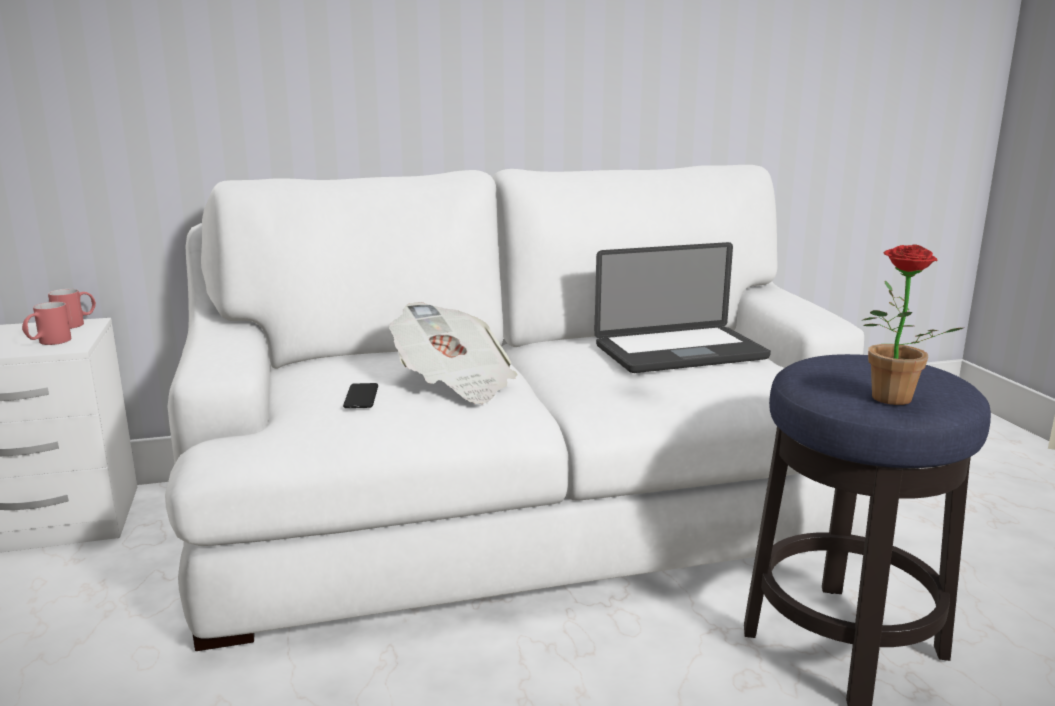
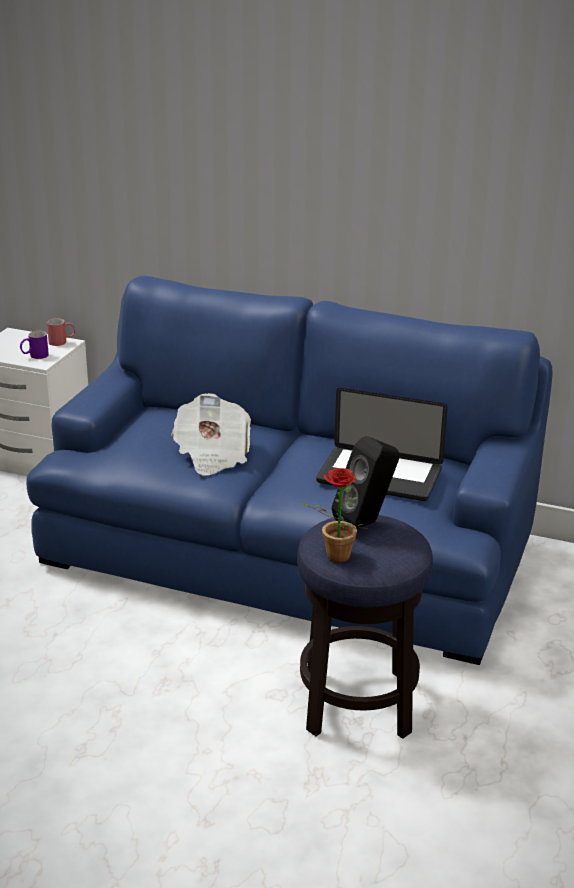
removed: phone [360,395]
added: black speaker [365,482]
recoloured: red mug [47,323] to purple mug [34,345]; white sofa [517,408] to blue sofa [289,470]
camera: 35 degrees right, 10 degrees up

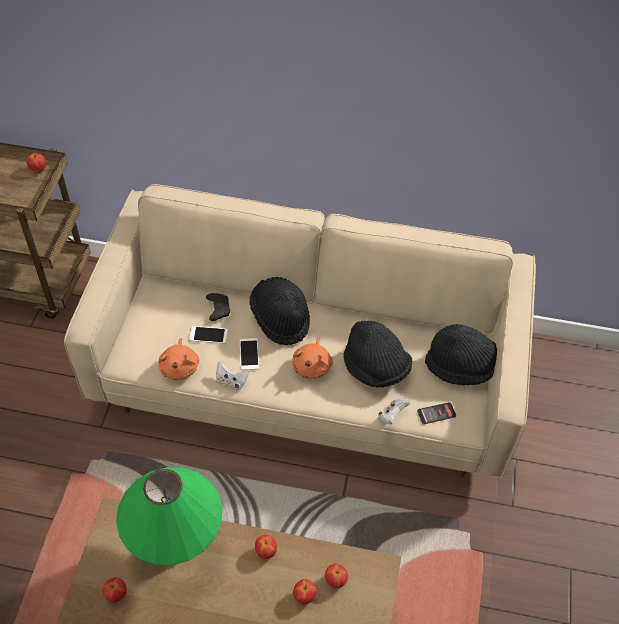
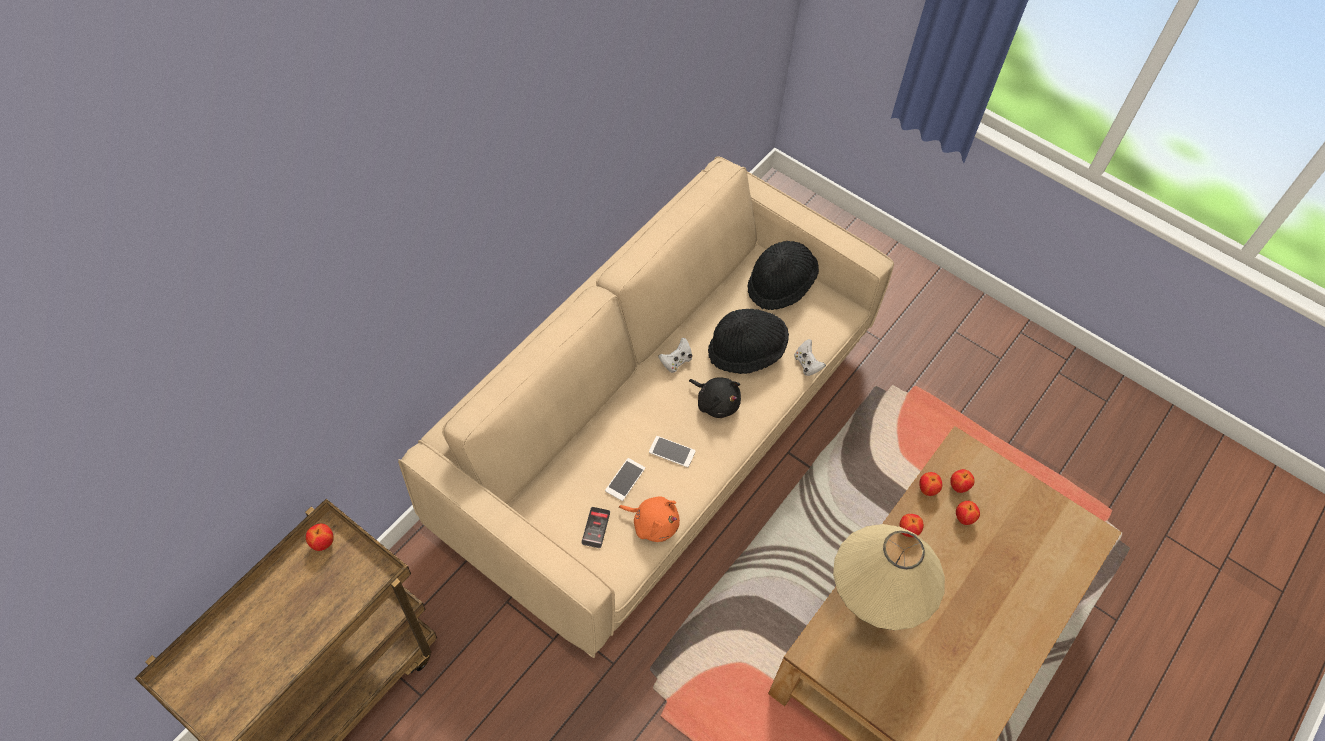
removed: black game controller [218,307]; black hat [279,311]
moved: apple [114,590] to [930,484]; white game controller [232,375] to [675,355]; phone [436,413] to [595,527]
recoloured: green table lamp [169,516] to beige table lamp [889,577]; orange plush toy [312,358] to black plush toy [715,397]
camera: 65 degrees left, 5 degrees up

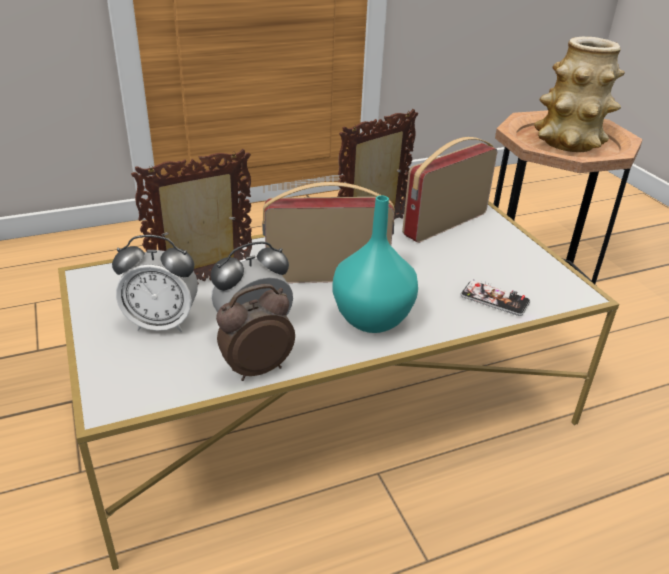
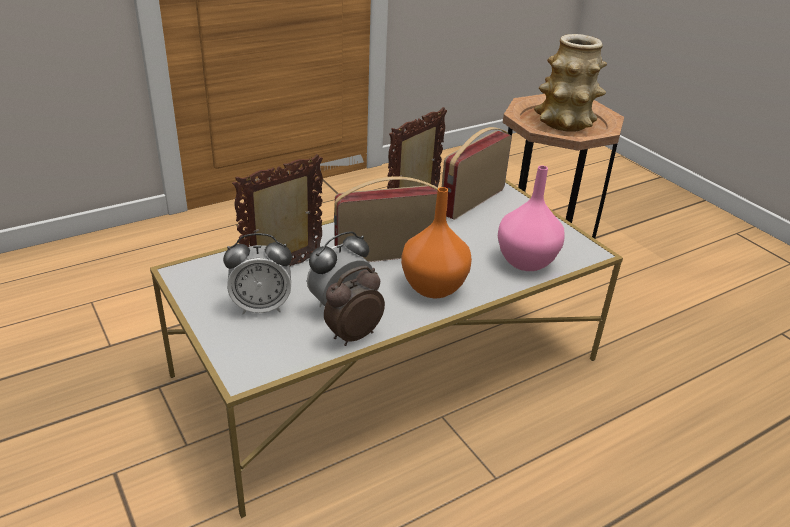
replaced: phone [495,297] to pink vase [531,218]
recoloured: turquoise vase [375,264] to orange vase [436,242]
camera: 10 degrees left, 0 degrees up

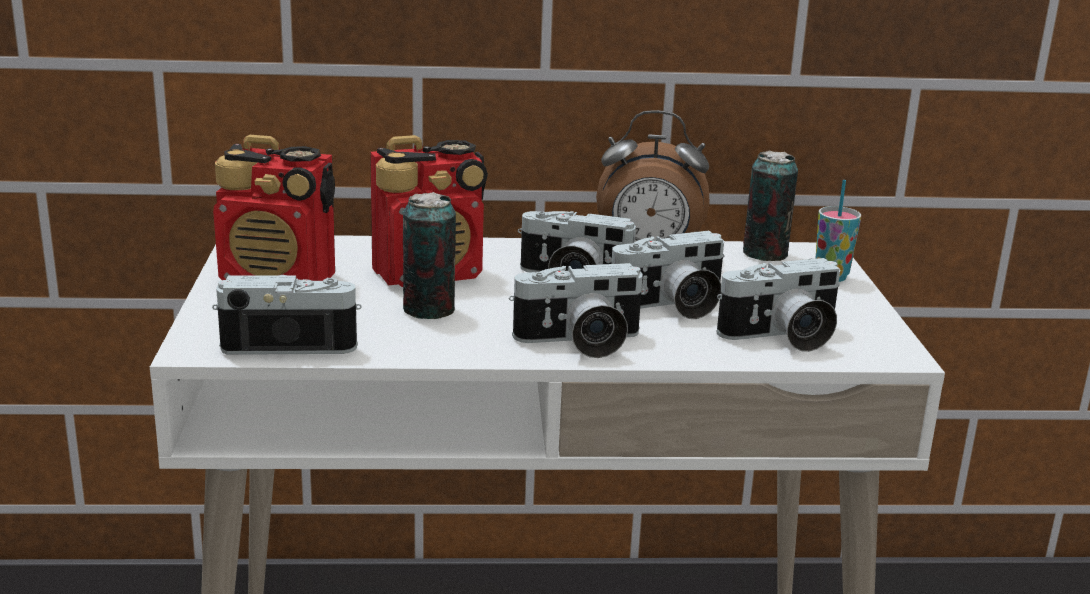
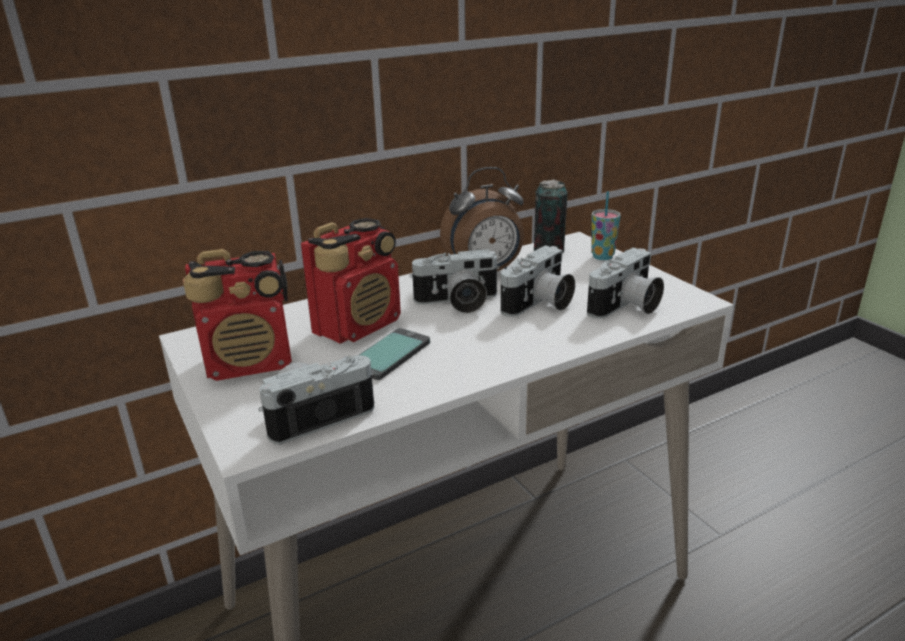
removed: photo camera [577,310]
replaced: can [429,255] to phone [394,354]
camera: 25 degrees left, 5 degrees up

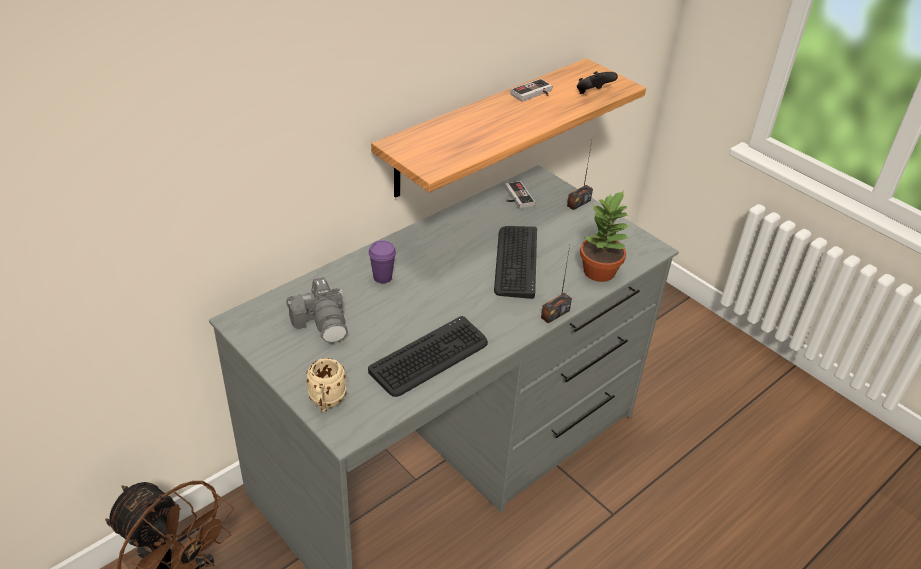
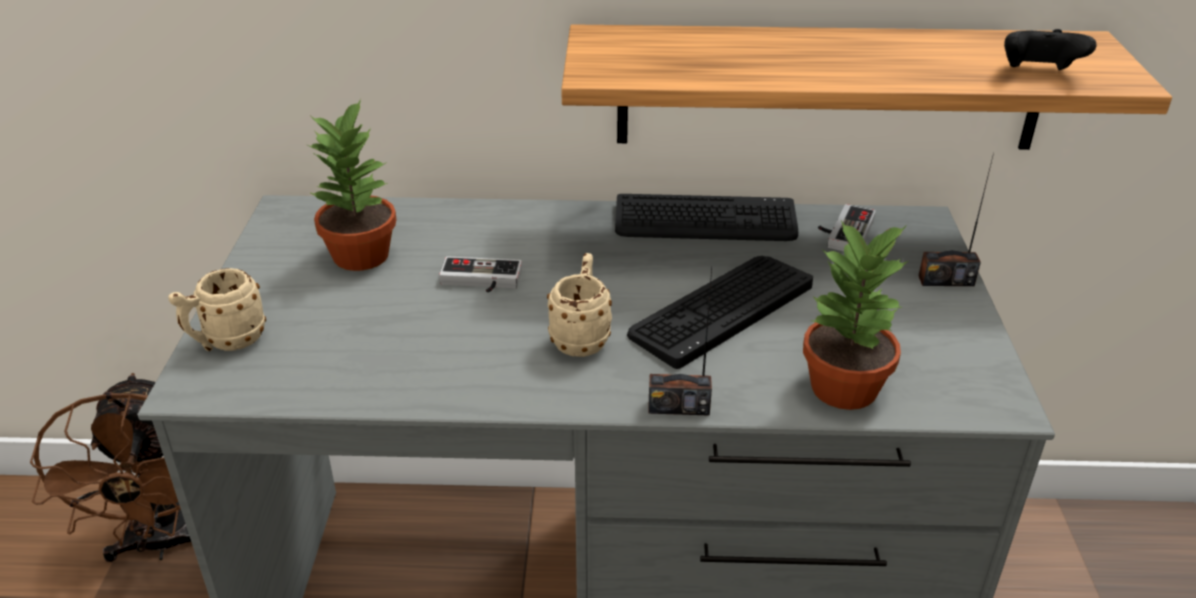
removed: purple cup [382,261]
added: beige mug [579,305]
moved: keyboard [428,356] to [706,217]; game controller [531,90] to [480,274]
replaced: photo camera [317,310] to potted plant [352,185]
camera: 45 degrees right, 5 degrees down

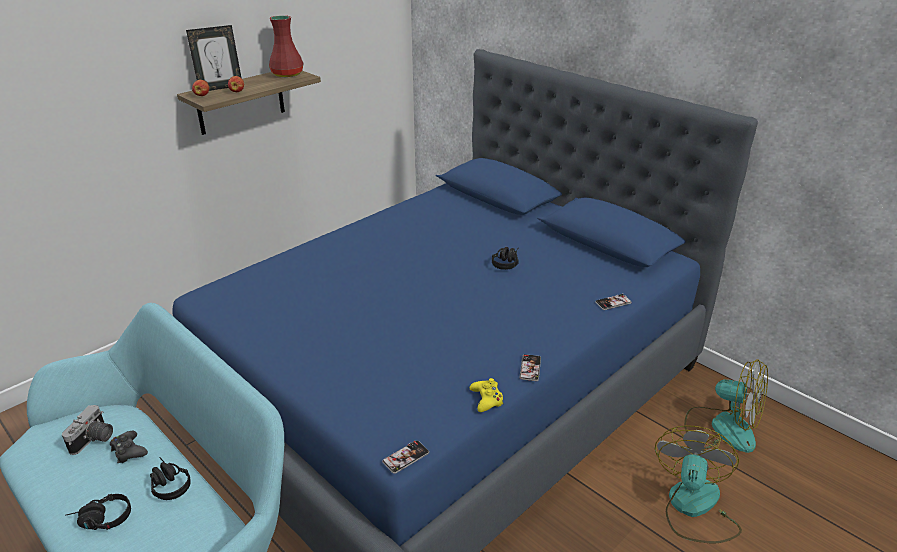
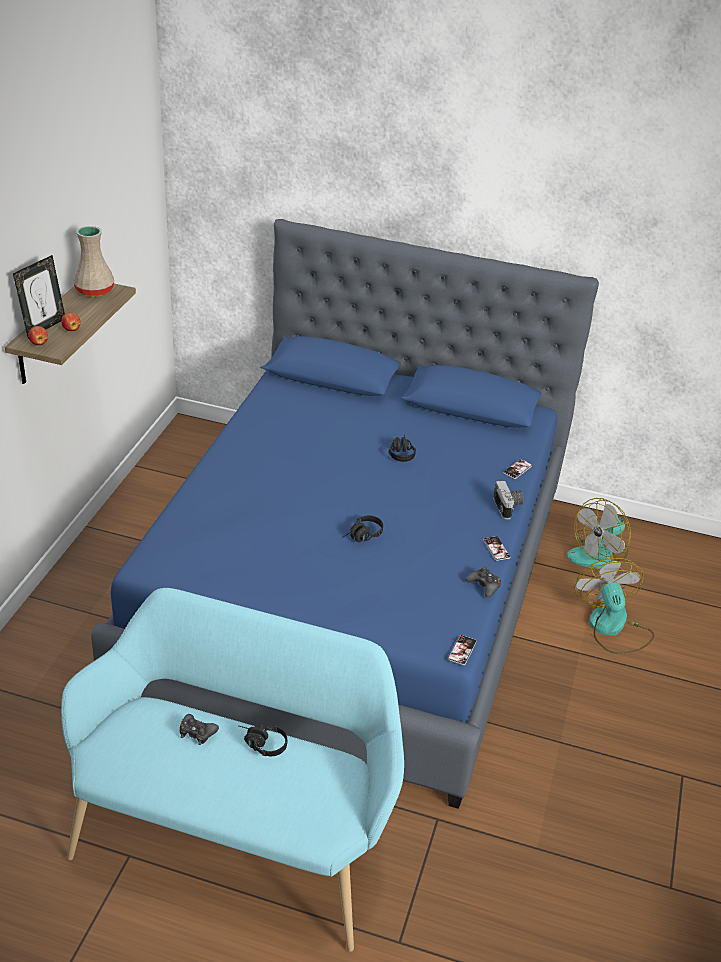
moved: photo camera [87,430] to [508,500]; black headphones [98,512] to [362,529]
recoloured: red vase [286,46] to beige vase [94,261]; yellow game controller [486,395] to black game controller [483,582]
turned: fan [726,406] = [599,533] 135 degrees clockwise
camera: 30 degrees left, 5 degrees up

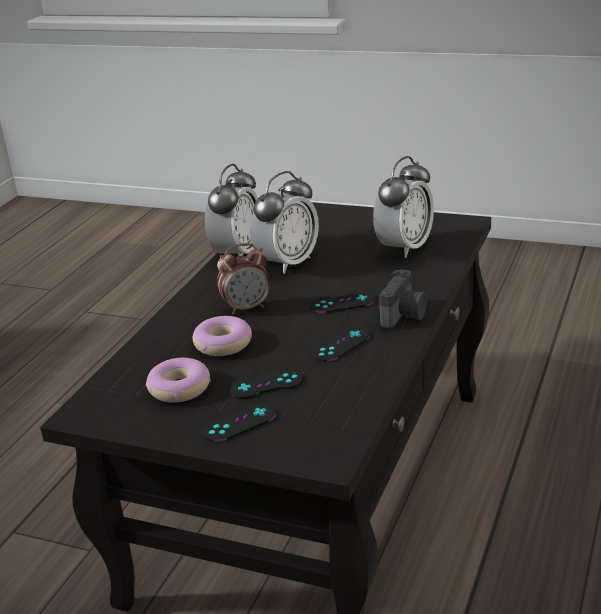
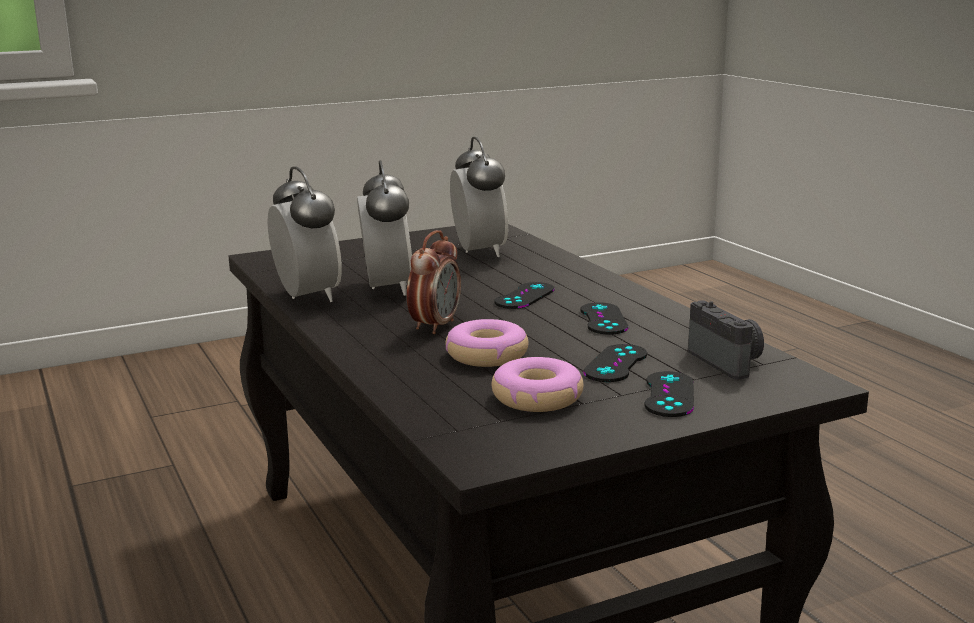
moved: photo camera [403,299] to [726,339]
camera: 50 degrees left, 10 degrees down

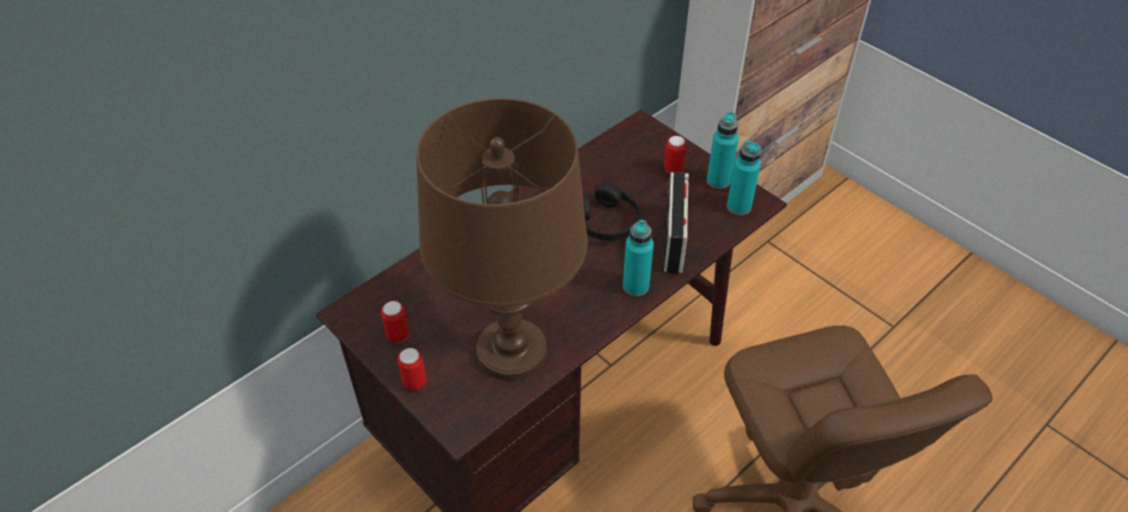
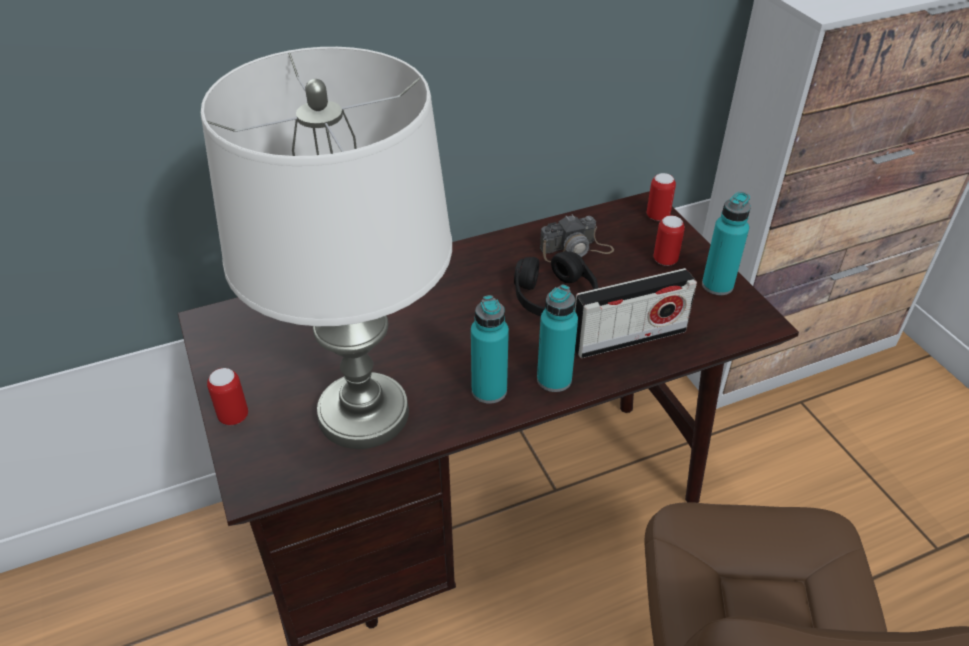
added: photo camera [577,238]
moved: can [395,322] to [661,197]; turquoise bottle [744,177] to [490,349]
recoloured: brown table lamp [502,239] to white table lamp [326,248]
turned: radio [676,222] = [636,313] 45 degrees clockwise
camera: 20 degrees right, 5 degrees down

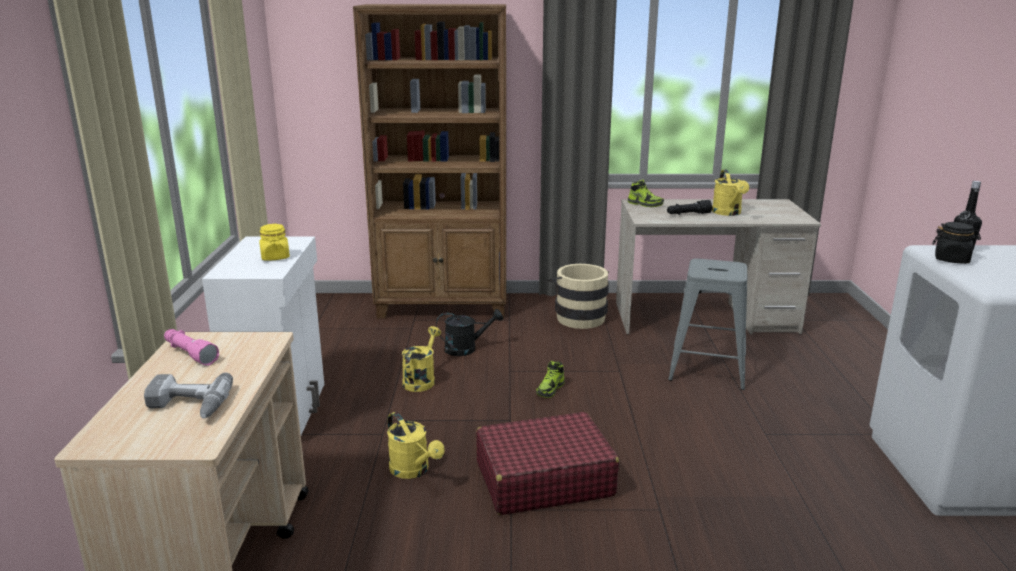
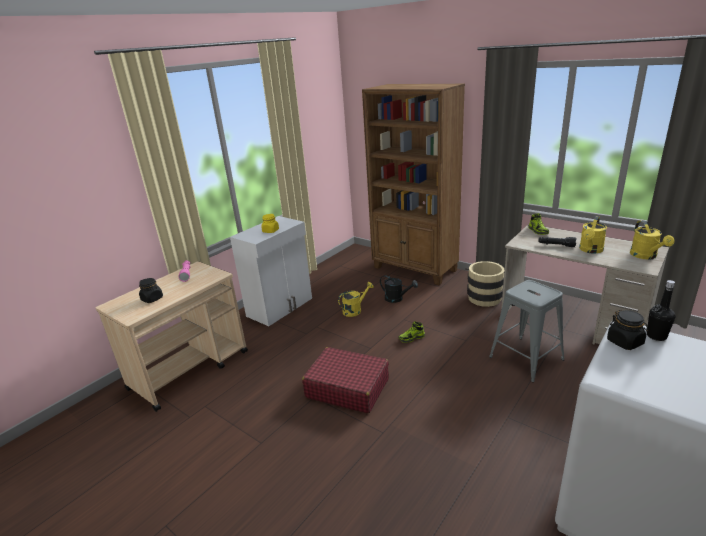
moved: yellow watering can [416,445] to [652,240]
replaced: power drill [188,396] to black jar [151,290]
camera: 40 degrees right, 5 degrees up

